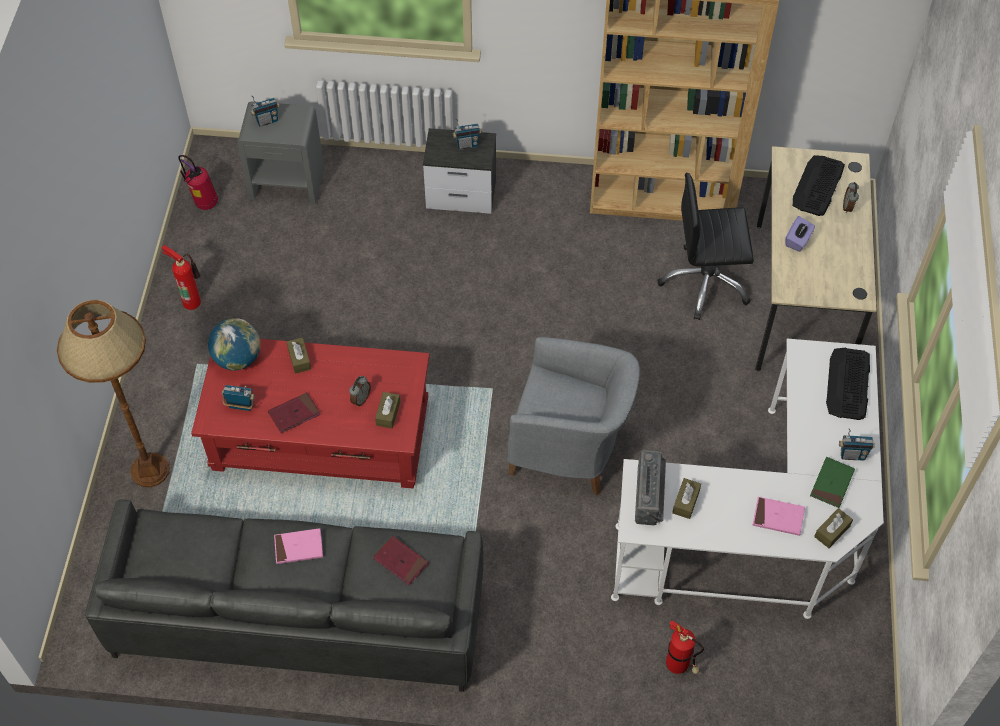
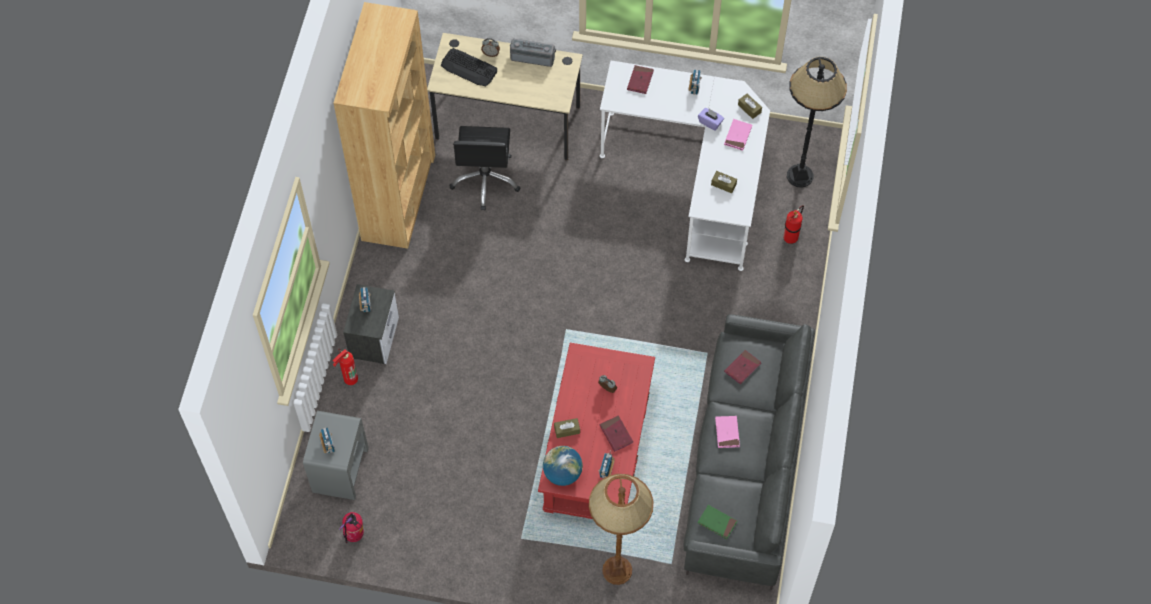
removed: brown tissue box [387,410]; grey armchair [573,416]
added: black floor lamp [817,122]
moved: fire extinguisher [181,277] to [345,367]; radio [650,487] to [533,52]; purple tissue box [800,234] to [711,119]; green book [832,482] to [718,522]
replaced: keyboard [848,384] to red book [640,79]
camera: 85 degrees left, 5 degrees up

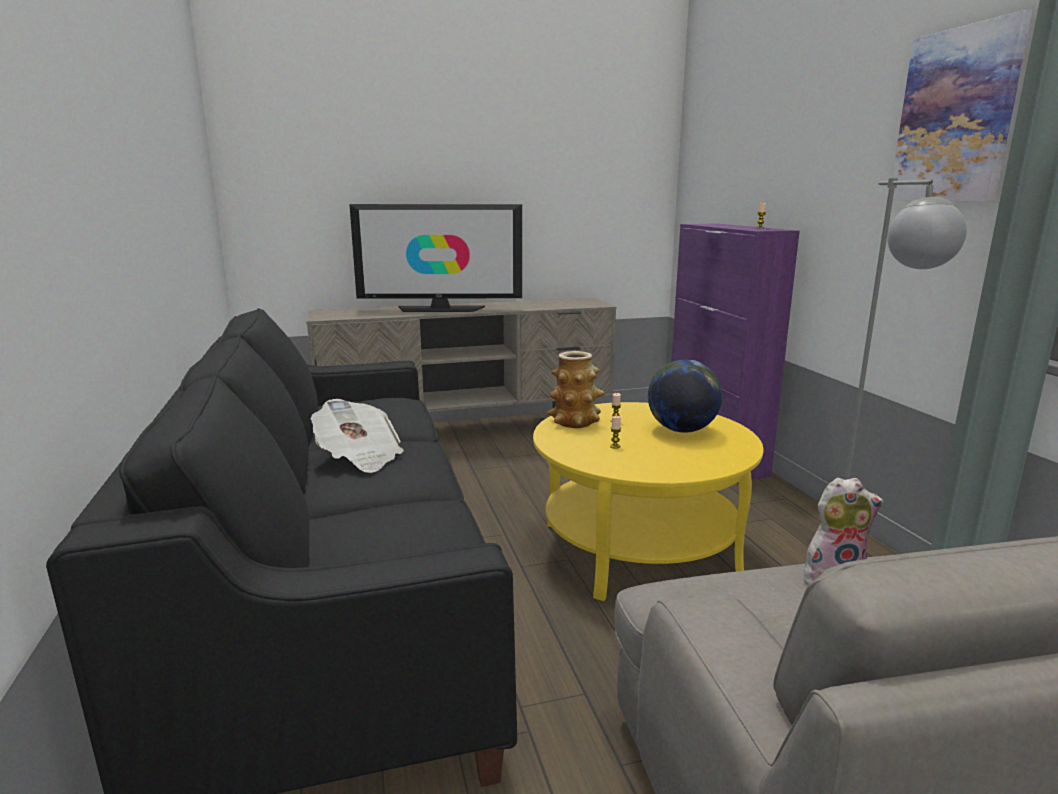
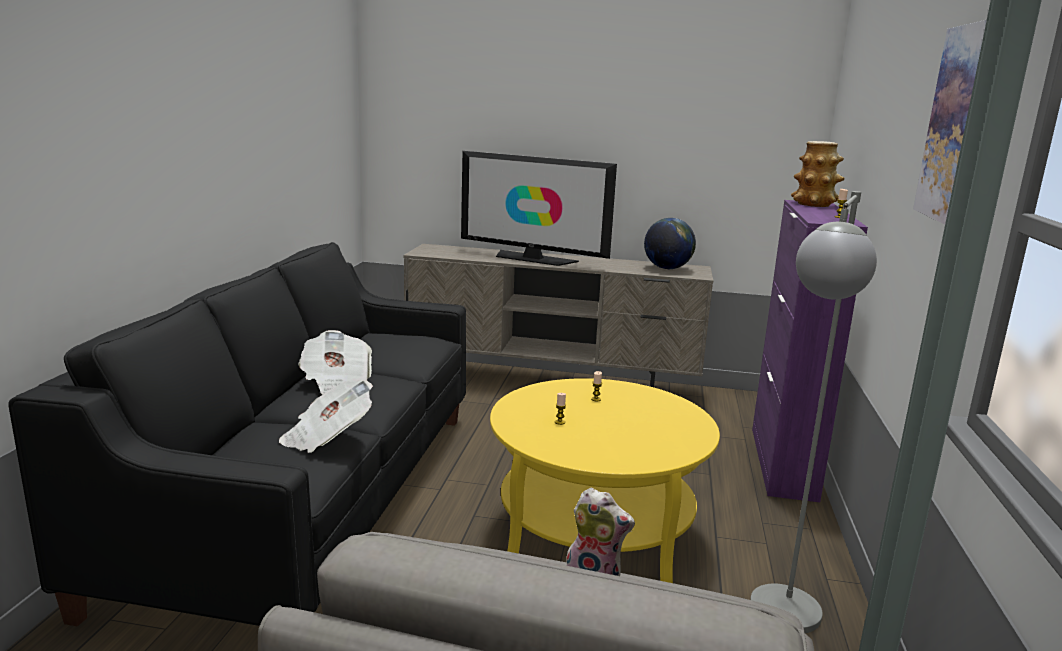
added: newspaper [326,416]
moved: vase [576,389] to [817,174]; globe [685,396] to [670,243]
camera: 25 degrees right, 0 degrees up

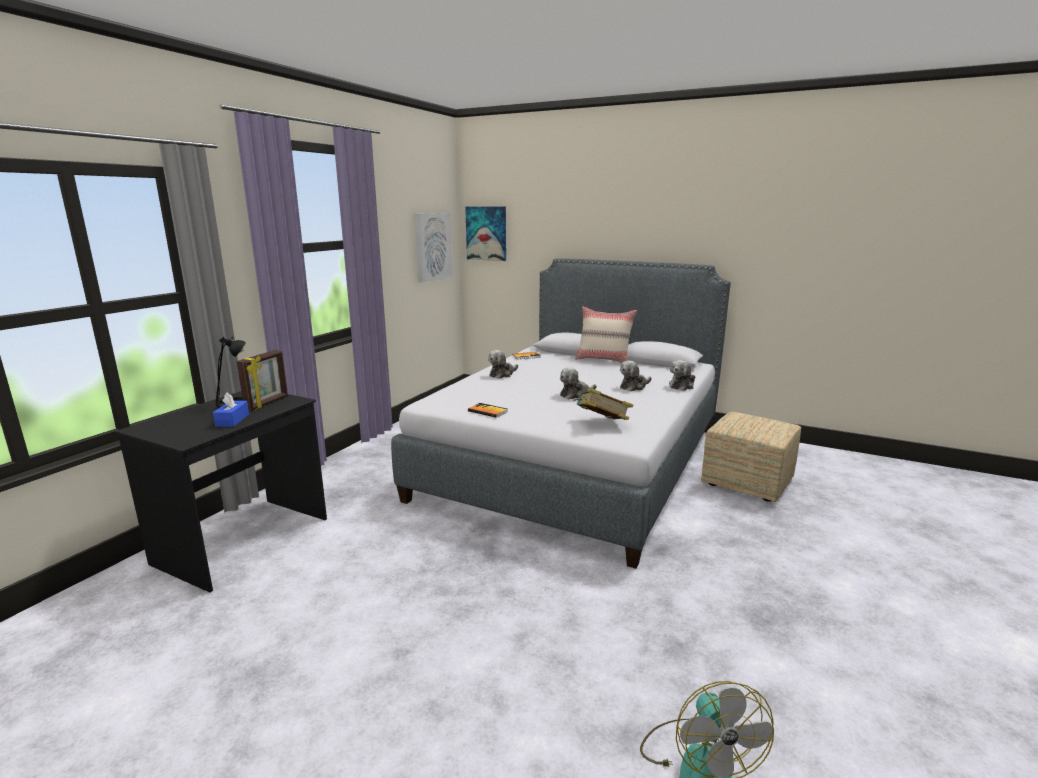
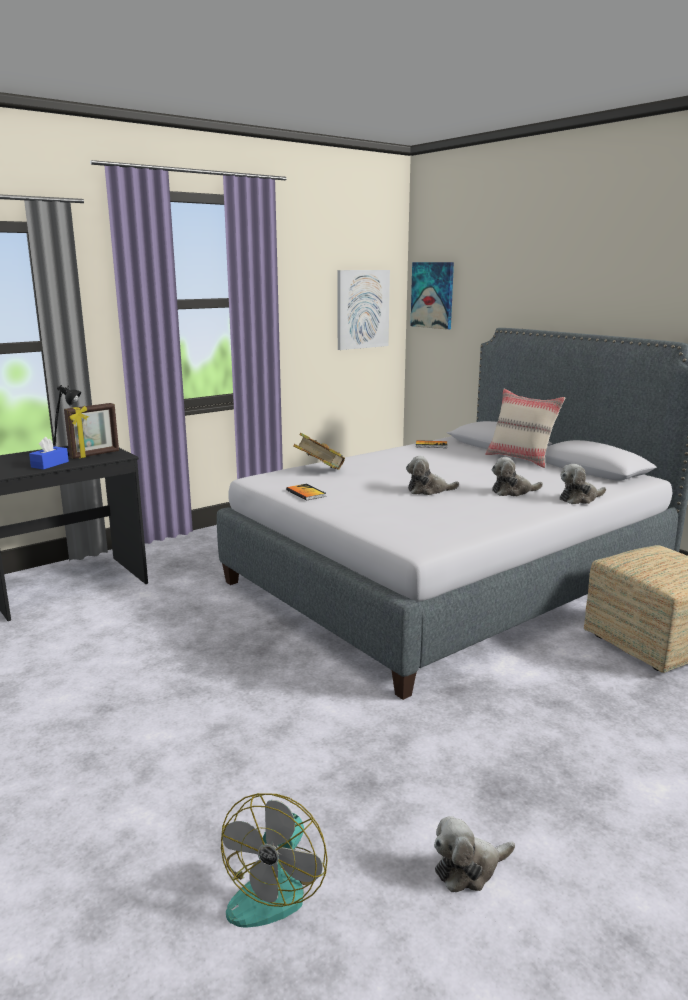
moved: plush toy [503,364] to [474,854]; book [603,404] to [319,451]
camera: 25 degrees right, 0 degrees up

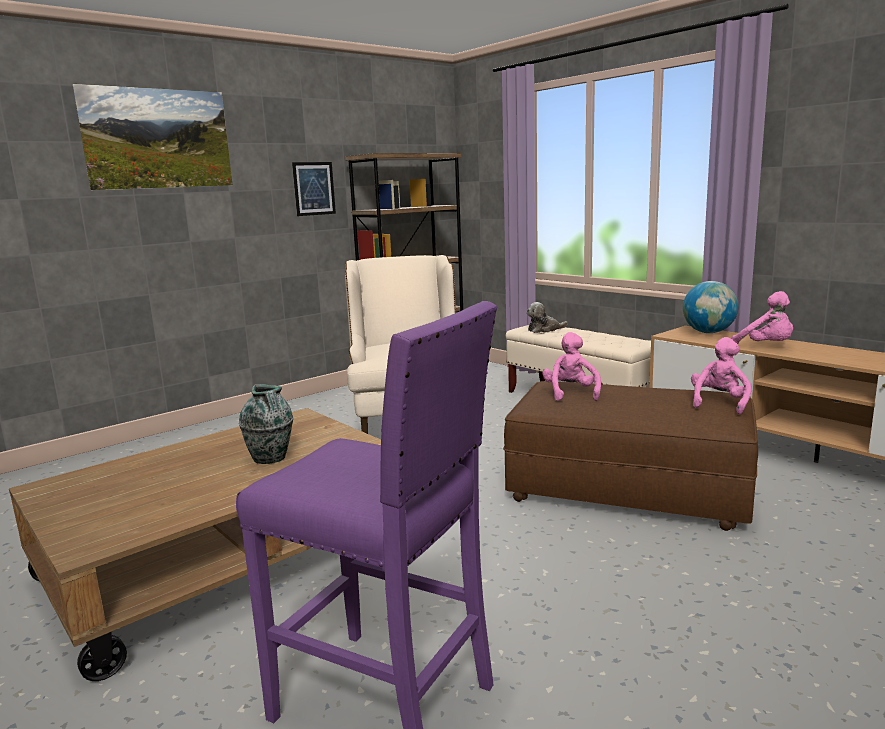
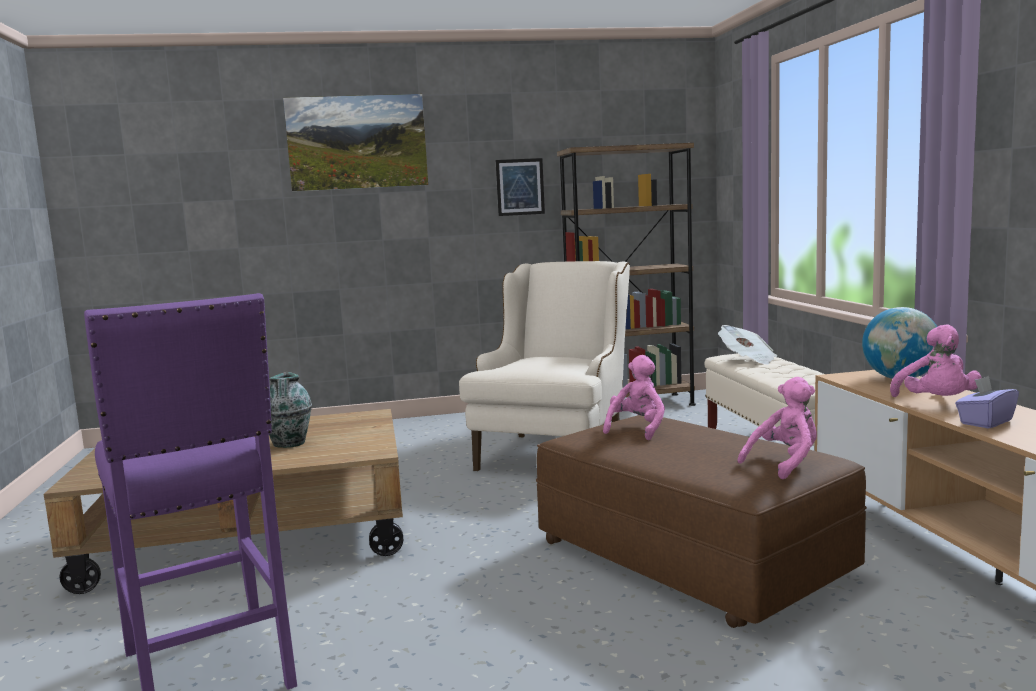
added: purple tissue box [987,402]
replaced: plush toy [547,317] to newspaper [748,345]
camera: 30 degrees right, 5 degrees down

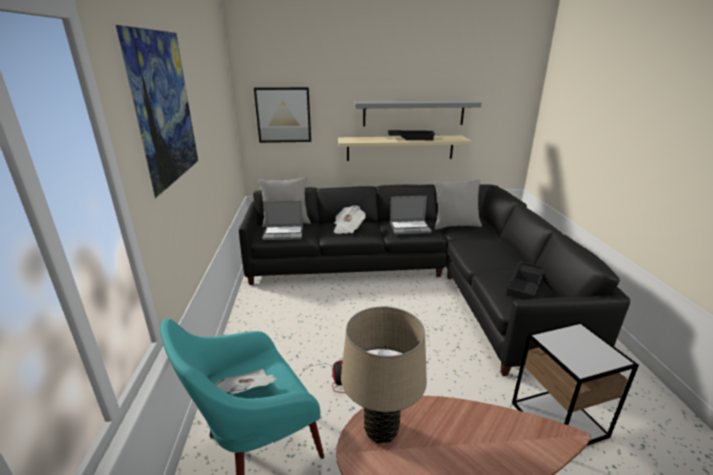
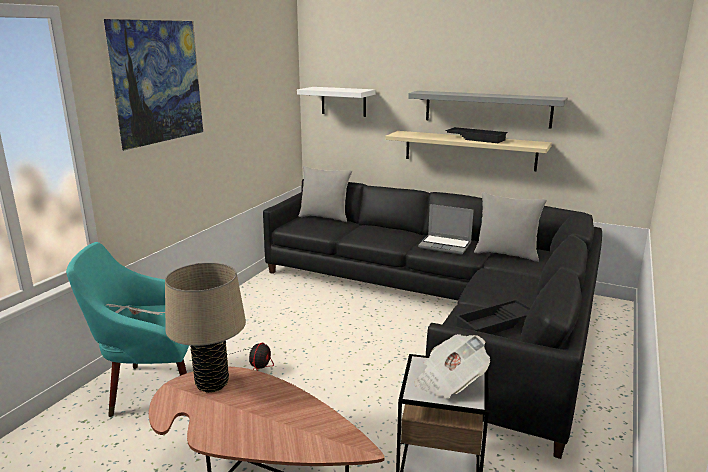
removed: laptop [282,220]
moved: newspaper [350,219] to [452,366]
replaced: picture [282,115] to white shelf [336,102]
camera: 30 degrees right, 5 degrees down

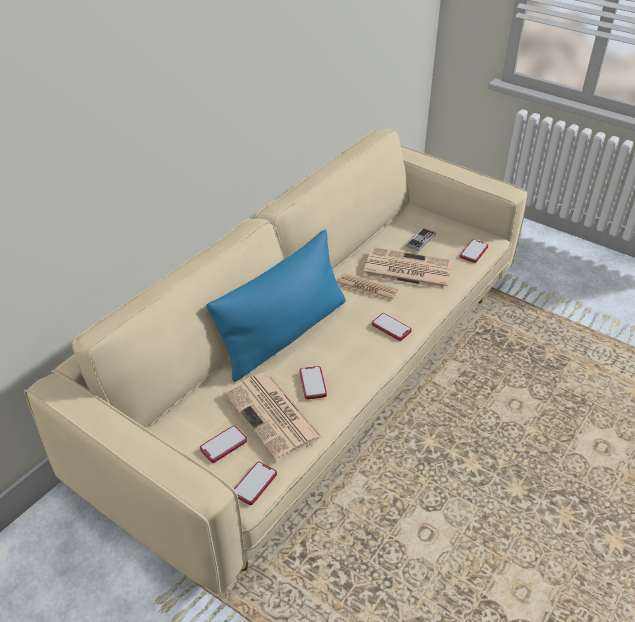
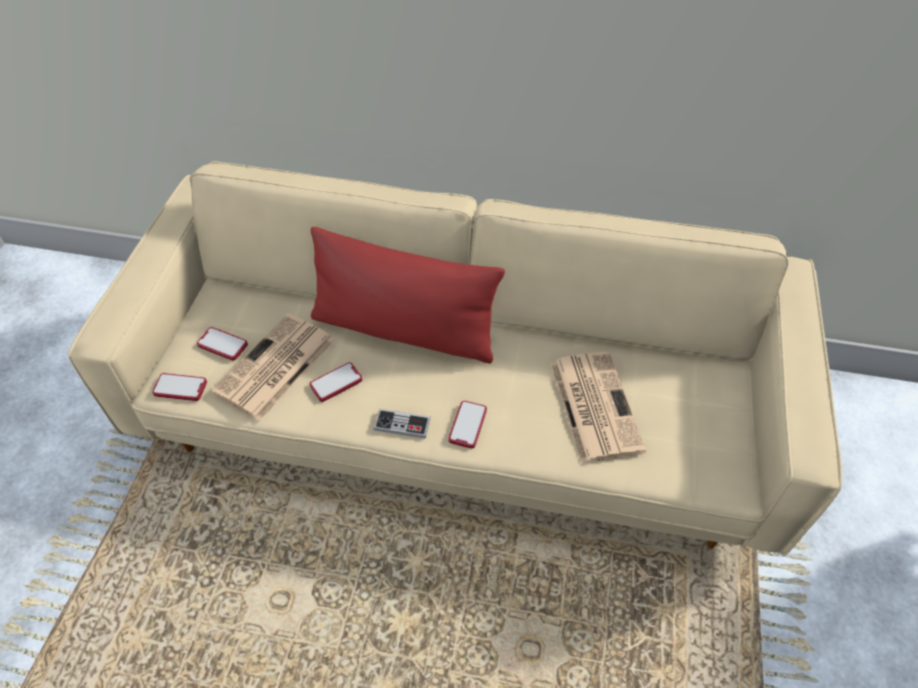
removed: newspaper [368,288]; phone [474,251]
moved: game controller [421,239] to [402,424]
recoloured: blue pillow [276,306] to red pillow [408,295]
camera: 65 degrees right, 10 degrees up

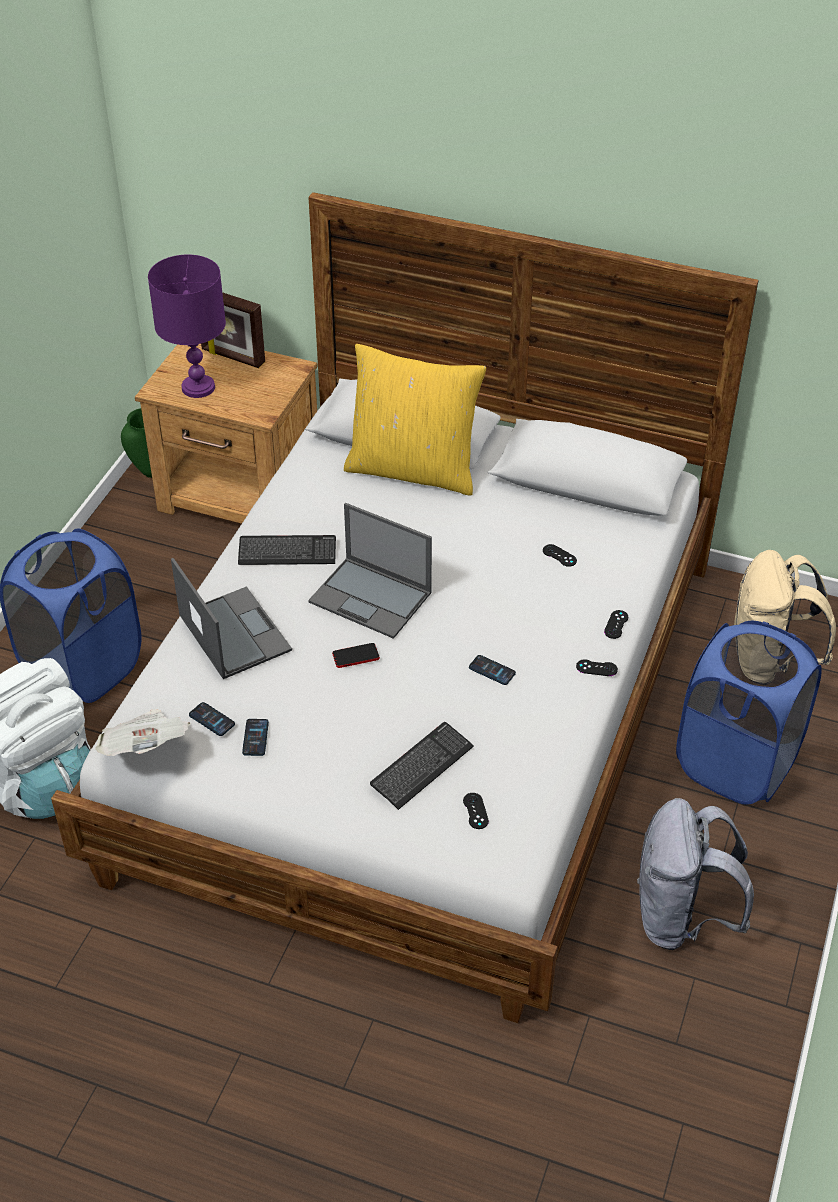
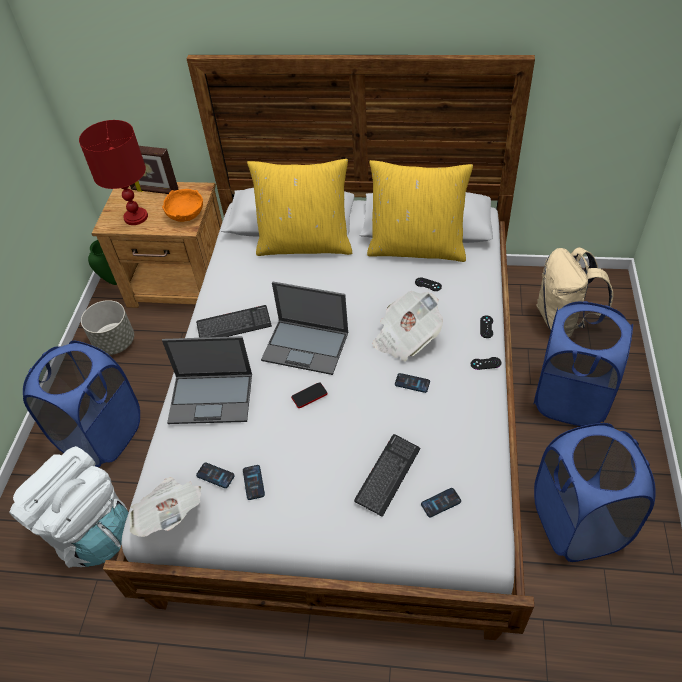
added: grey planter [107,327]; orange bowl [182,205]; yellow pillow [420,211]; newspaper [407,326]
replaced: black game controller [476,811] to phone [441,502]; grey backpack [695,874] to blue laundry basket [595,492]
recoloured: purple table lamp [187,326] to red table lamp [113,172]
turned: laptop [231,618] = [207,380] 135 degrees clockwise
camera: 10 degrees left, 5 degrees up

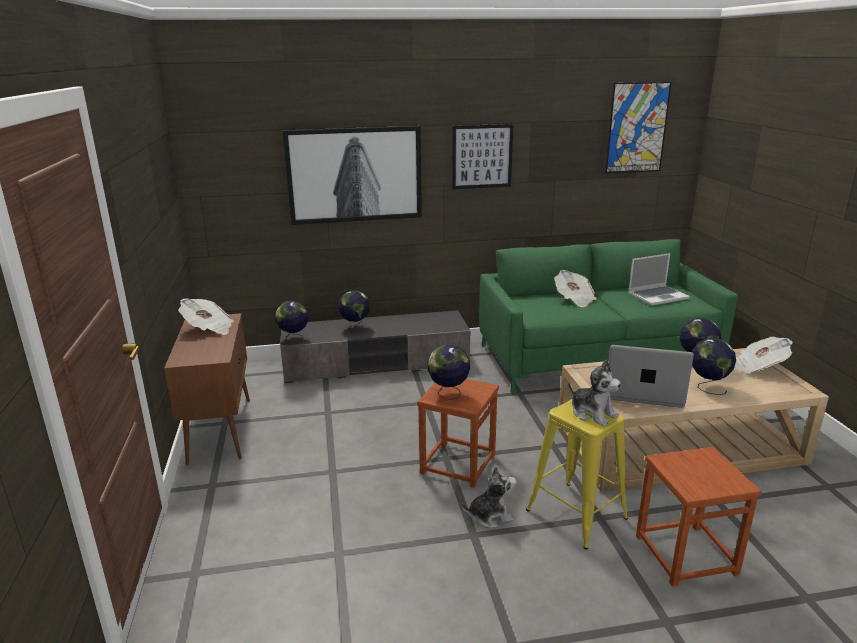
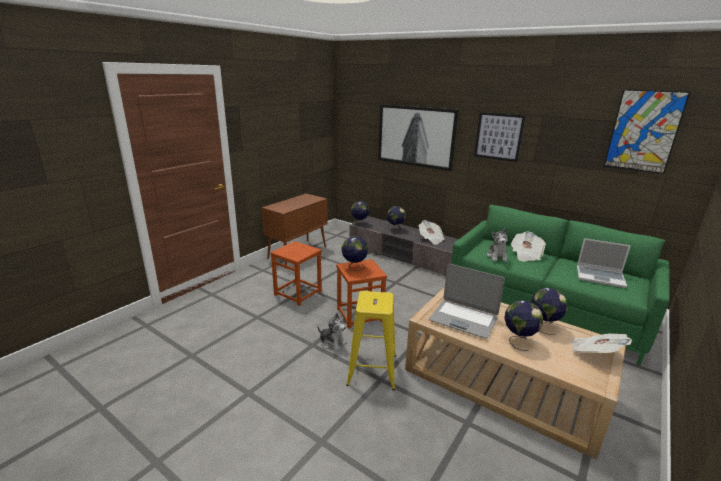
moved: newspaper [206,316] to [432,232]; plush toy [594,393] to [497,245]; brown stool [699,517] to [296,273]
turned: laptop [651,376] = [467,301] 150 degrees clockwise
camera: 45 degrees right, 0 degrees up

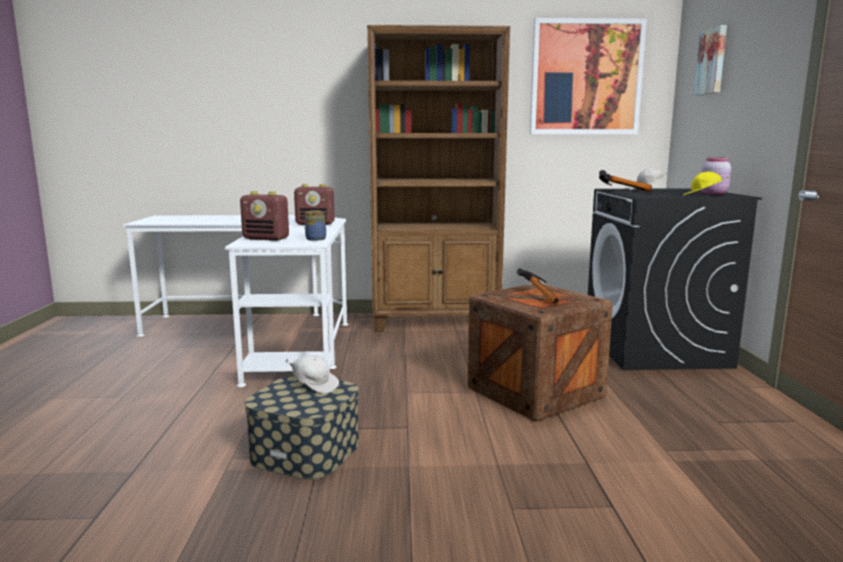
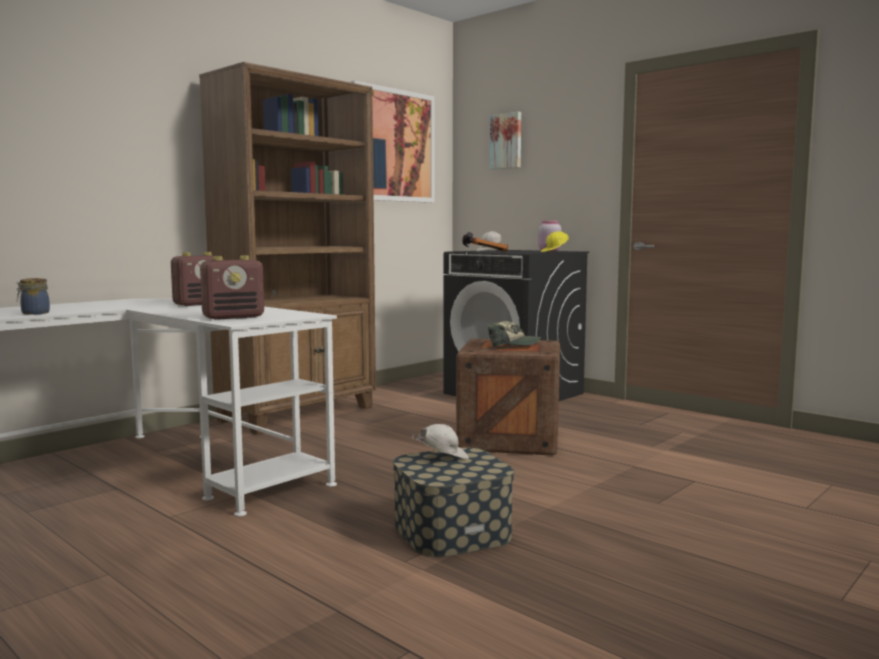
moved: jar [315,225] to [33,296]
replaced: hammer [538,286] to cap [514,334]
camera: 45 degrees left, 5 degrees down

